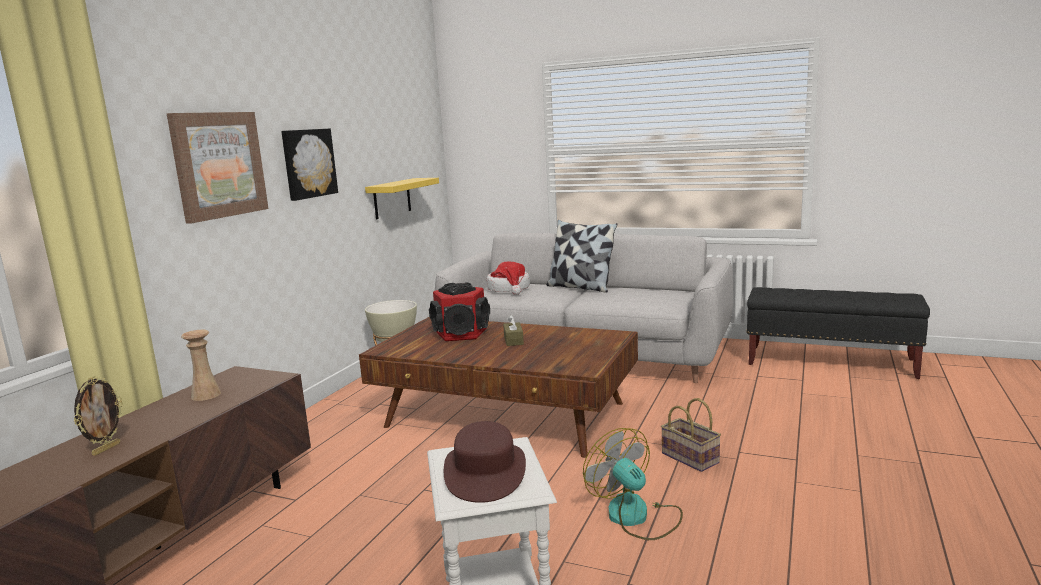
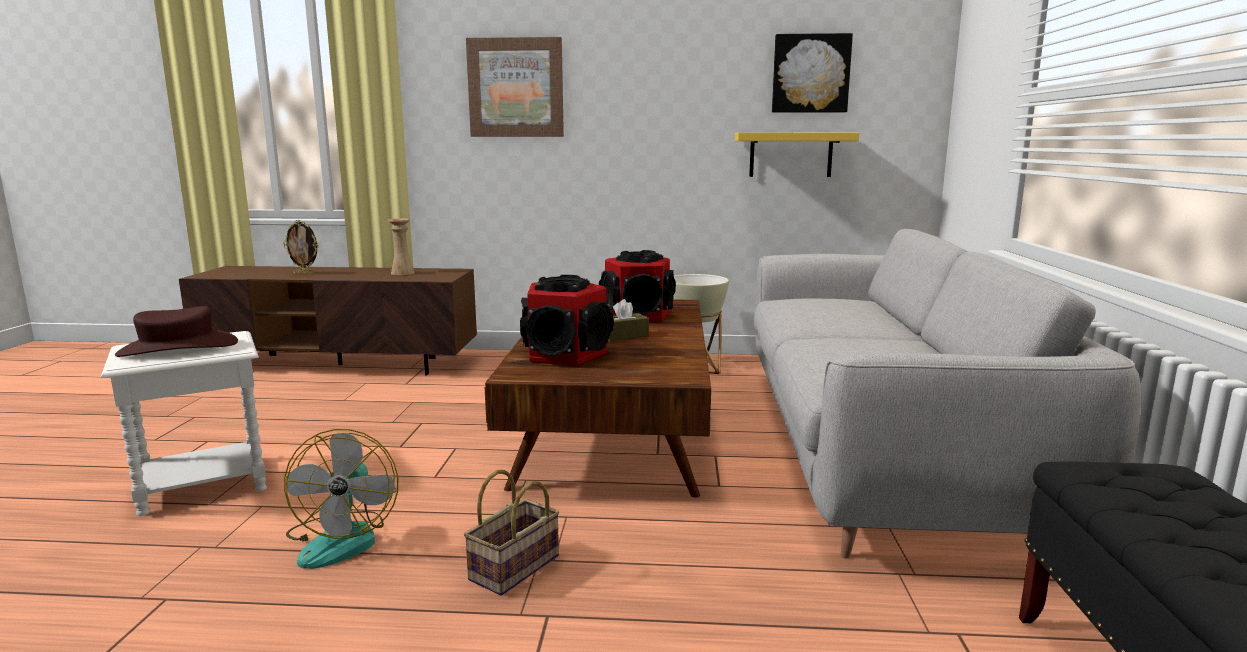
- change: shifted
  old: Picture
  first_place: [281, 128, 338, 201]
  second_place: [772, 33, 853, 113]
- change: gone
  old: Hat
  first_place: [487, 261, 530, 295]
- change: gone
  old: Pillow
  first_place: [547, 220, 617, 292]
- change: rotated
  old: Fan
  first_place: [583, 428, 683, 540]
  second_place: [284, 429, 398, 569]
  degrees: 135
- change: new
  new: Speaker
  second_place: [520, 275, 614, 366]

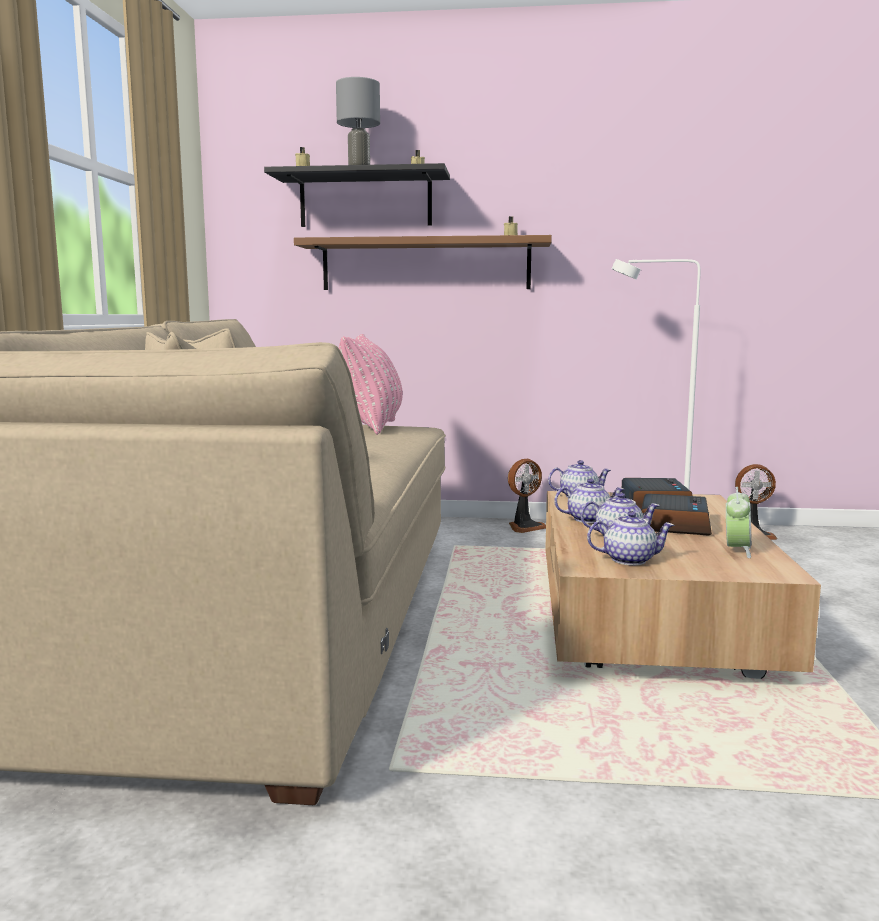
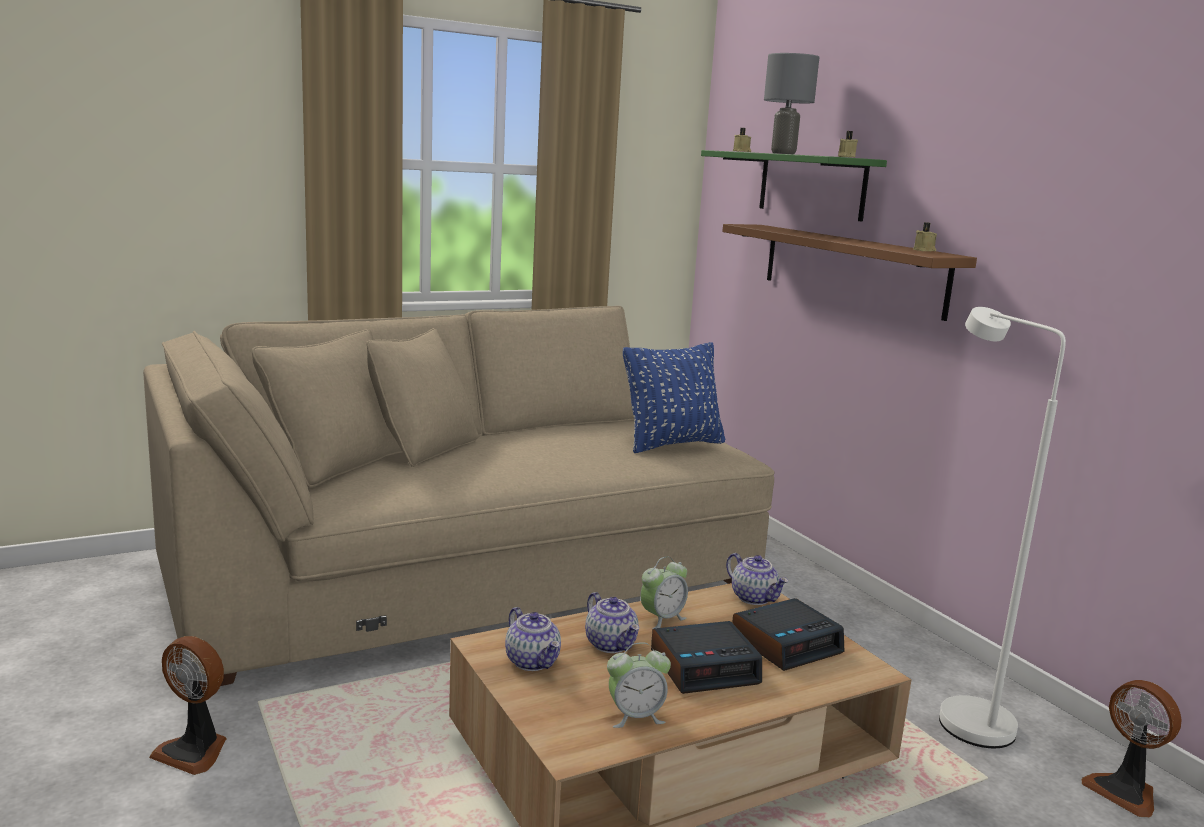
- change: repainted
  old: BlackShelf
  new: GreenShelf
  first_place: [264, 163, 450, 227]
  second_place: [701, 150, 887, 222]
- change: repainted
  old: PinkPillow
  new: BluePillow
  first_place: [339, 334, 403, 435]
  second_place: [623, 342, 725, 453]
- change: shifted
  old: Fan
  first_place: [508, 459, 546, 533]
  second_place: [149, 636, 227, 775]
- change: swapped
  old: Teapot
  new: AlarmClock
  first_place: [554, 478, 625, 523]
  second_place: [640, 556, 688, 629]

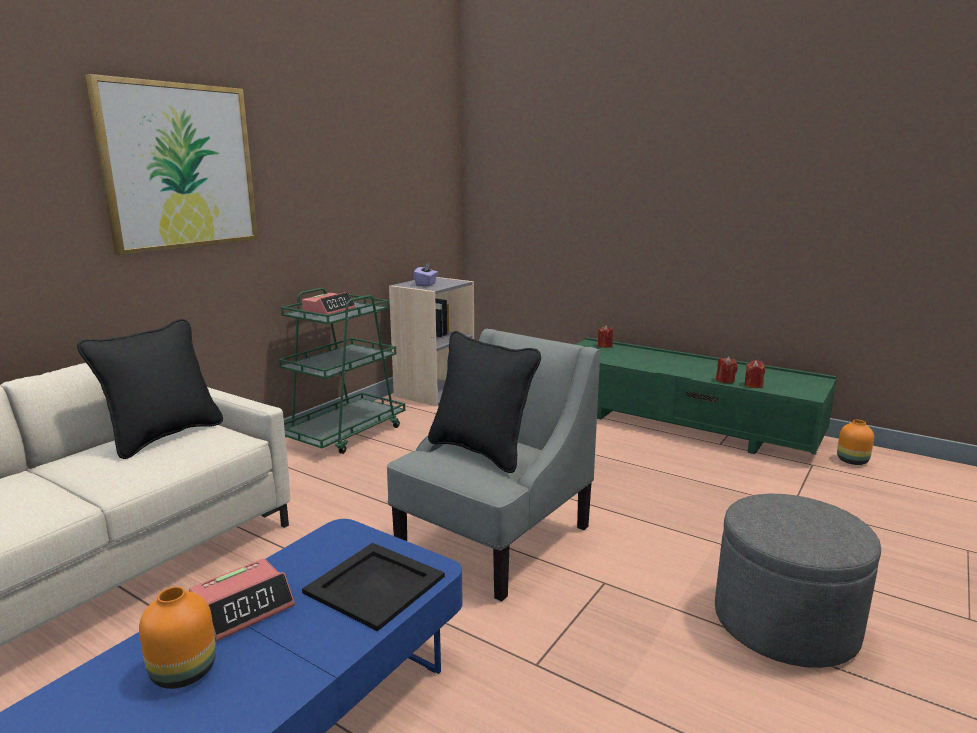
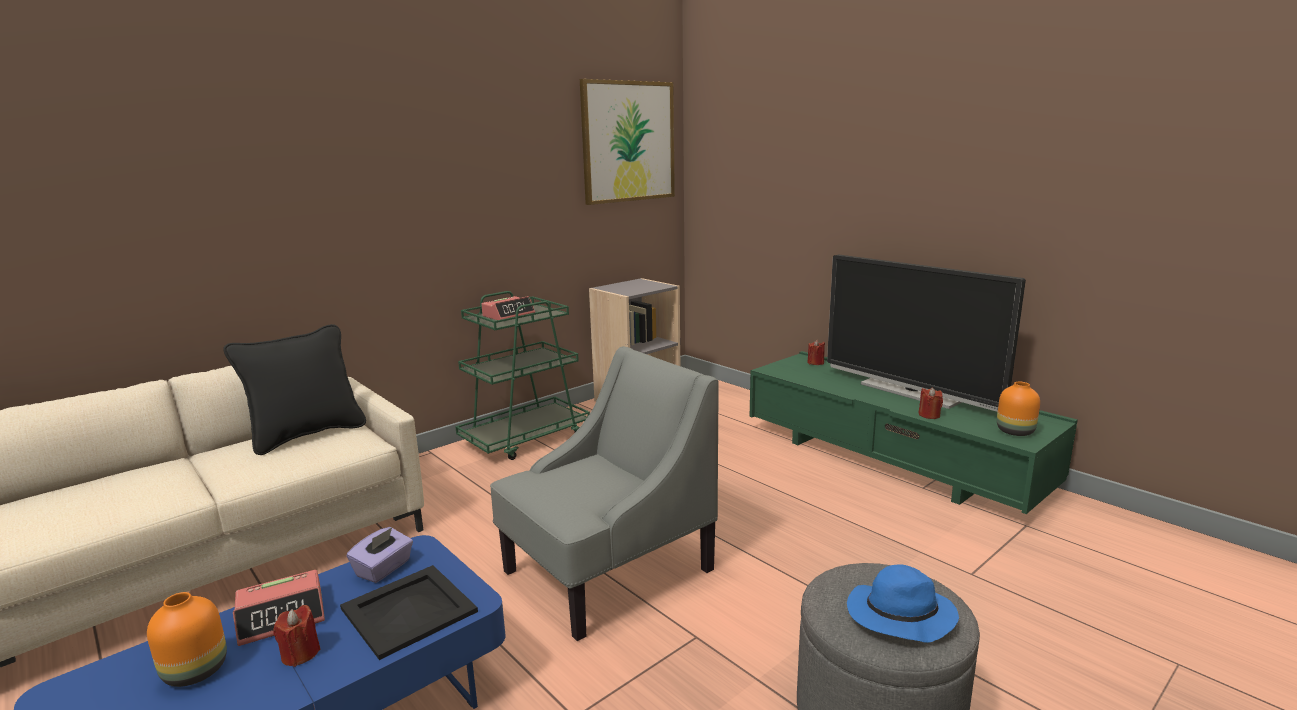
- change: shifted
  old: Picture
  first_place: [85, 74, 258, 255]
  second_place: [580, 79, 675, 205]
- change: shifted
  old: PurpleTissueBox
  first_place: [414, 262, 438, 286]
  second_place: [347, 527, 413, 583]
- change: gone
  old: BlackPillow
  first_place: [428, 331, 541, 473]
- change: shifted
  old: RedCandle
  first_place: [744, 360, 766, 388]
  second_place: [273, 605, 321, 667]
- change: shifted
  old: OrangeVase
  first_place: [837, 420, 874, 465]
  second_place: [997, 382, 1040, 436]
- change: new
  new: Television
  second_place: [827, 255, 1026, 412]
- change: new
  new: BlueHat
  second_place: [847, 564, 959, 643]

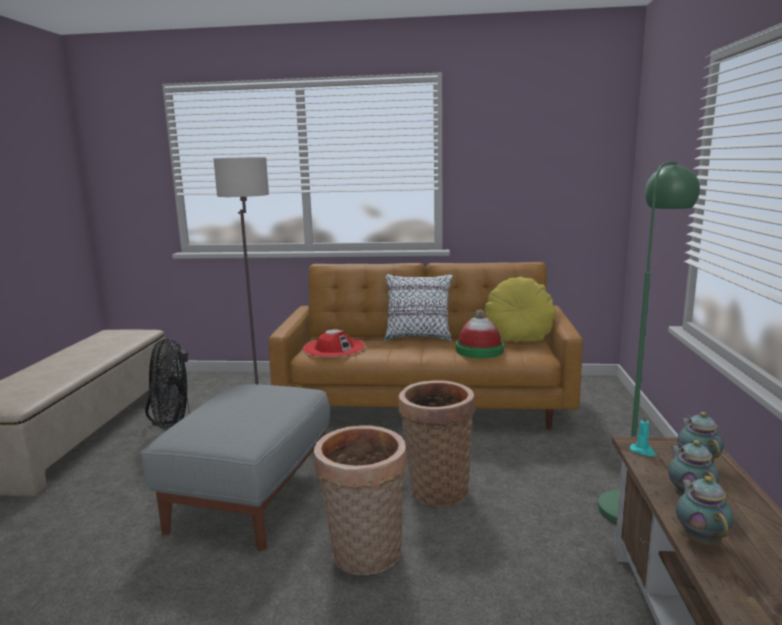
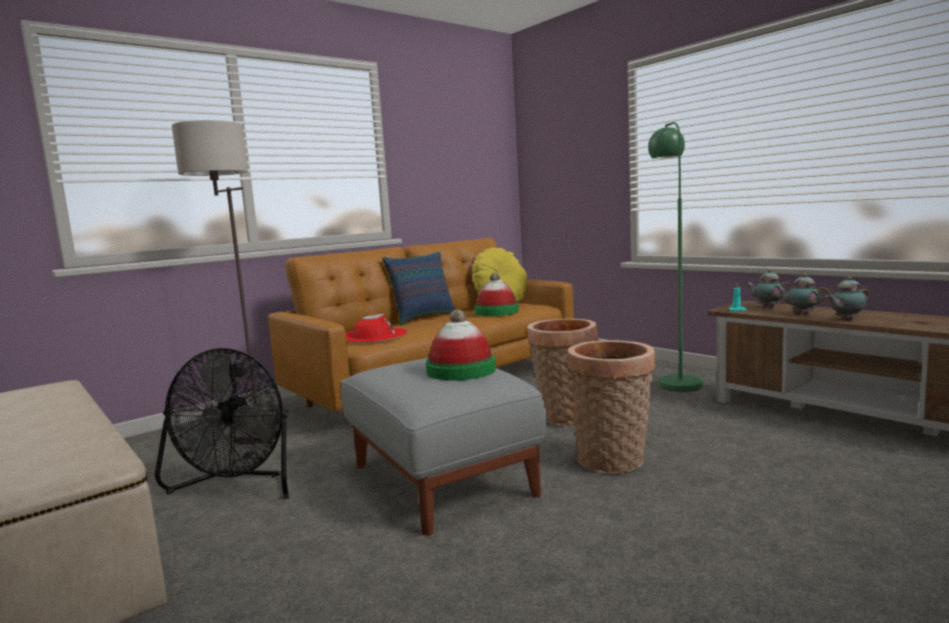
- change: repainted
  old: WhitePillow
  new: BluePillow
  first_place: [384, 274, 452, 341]
  second_place: [382, 252, 456, 325]
- change: rotated
  old: Teapot
  first_place: [676, 476, 733, 545]
  second_place: [826, 277, 869, 320]
  degrees: -60
- change: new
  new: Hat
  second_place: [426, 309, 496, 380]

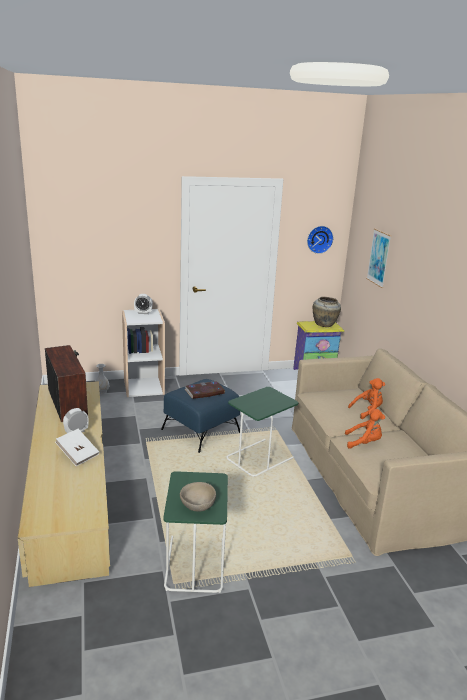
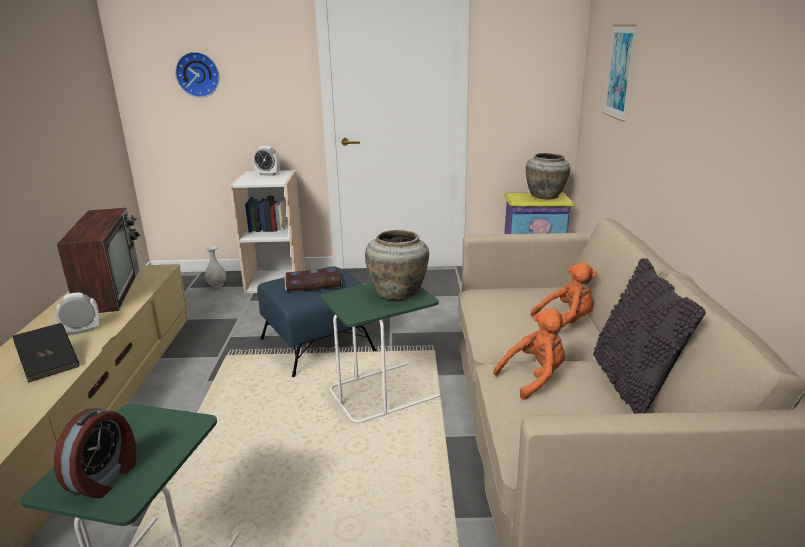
- change: repainted
  old: WhiteBook
  new: BlackBook
  first_place: [55, 429, 99, 466]
  second_place: [12, 323, 79, 383]
- change: swapped
  old: BeigeBowl
  new: AlarmClock
  first_place: [180, 482, 216, 511]
  second_place: [54, 408, 136, 498]
- change: shifted
  old: WallClock
  first_place: [307, 226, 333, 254]
  second_place: [175, 52, 219, 98]
- change: rotated
  old: OrangePlushToy
  first_place: [345, 409, 385, 449]
  second_place: [493, 308, 568, 400]
  degrees: -45
- change: new
  new: BeigeVase
  second_place: [365, 230, 429, 300]
- change: new
  new: BlackPillow
  second_place: [593, 258, 706, 414]

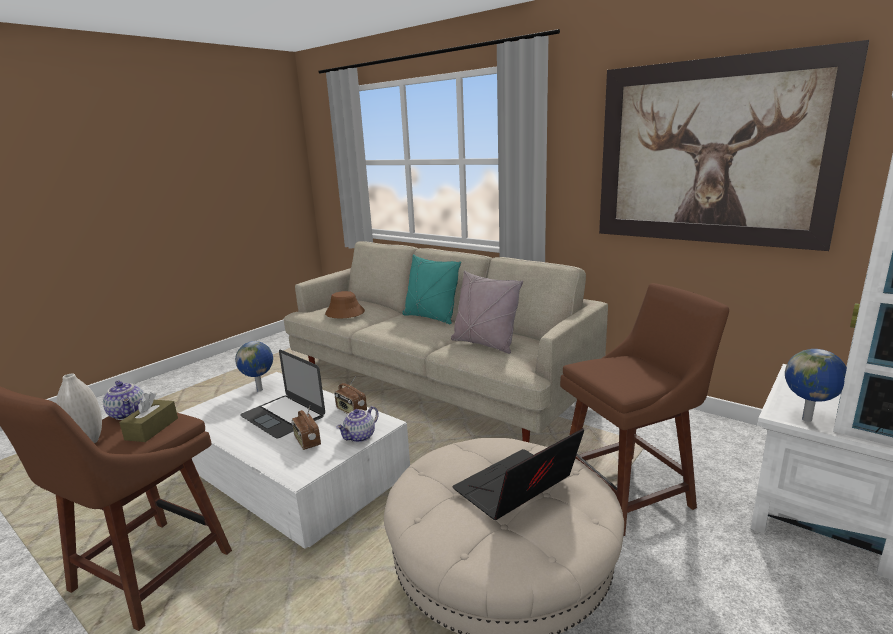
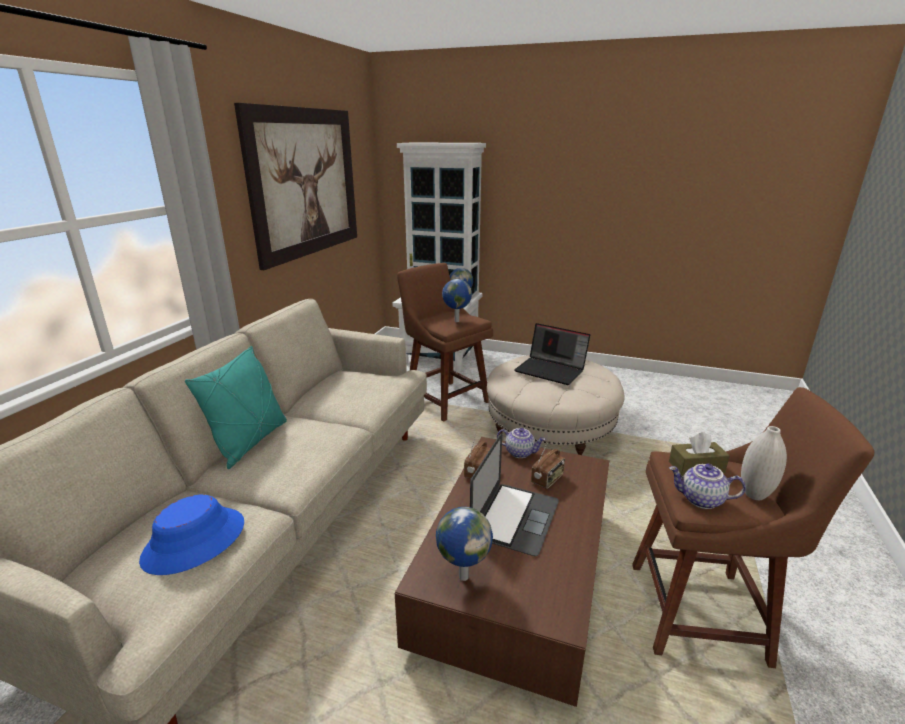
- change: rotated
  old: Teapot
  first_place: [103, 380, 144, 420]
  second_place: [669, 464, 746, 509]
  degrees: -105
- change: repainted
  old: WhiteCoffeeTable
  new: BrownCoffeeTable
  first_place: [179, 372, 410, 549]
  second_place: [395, 437, 610, 707]
- change: repainted
  old: BrownHat
  new: BlueHat
  first_place: [325, 291, 365, 318]
  second_place: [139, 495, 244, 575]
- change: gone
  old: PurplePillow
  first_place: [451, 270, 523, 354]
- change: new
  new: Globe
  second_place: [442, 279, 472, 322]

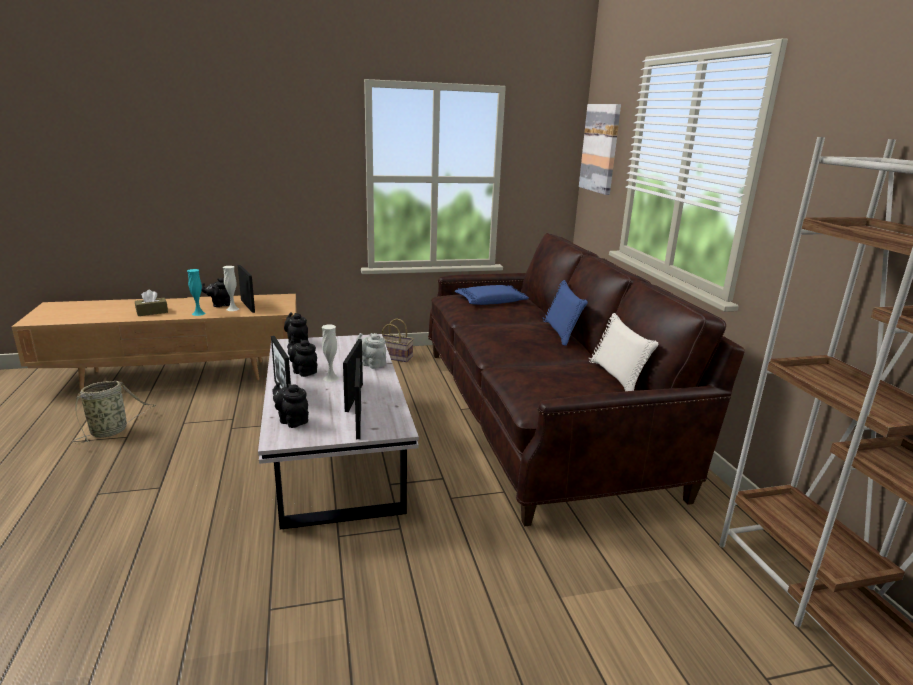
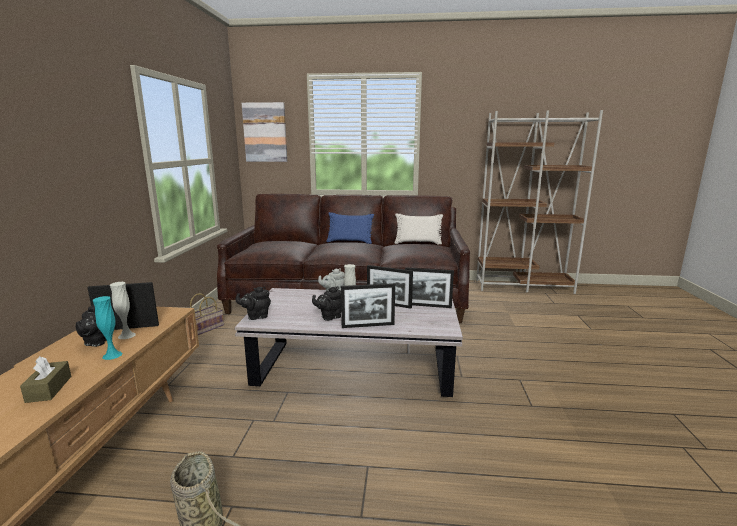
- change: gone
  old: BlackTeapot
  first_place: [272, 382, 309, 428]
- change: gone
  old: BluePillow
  first_place: [454, 285, 529, 305]

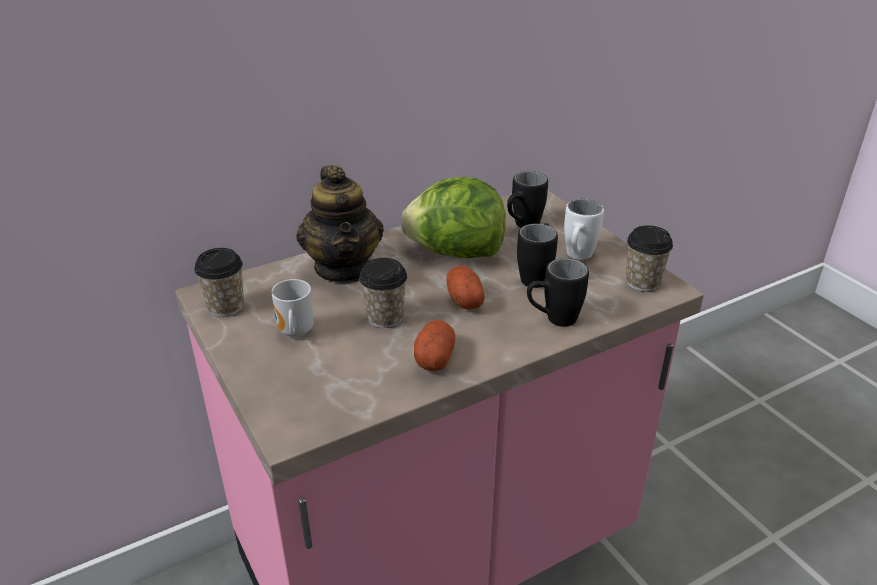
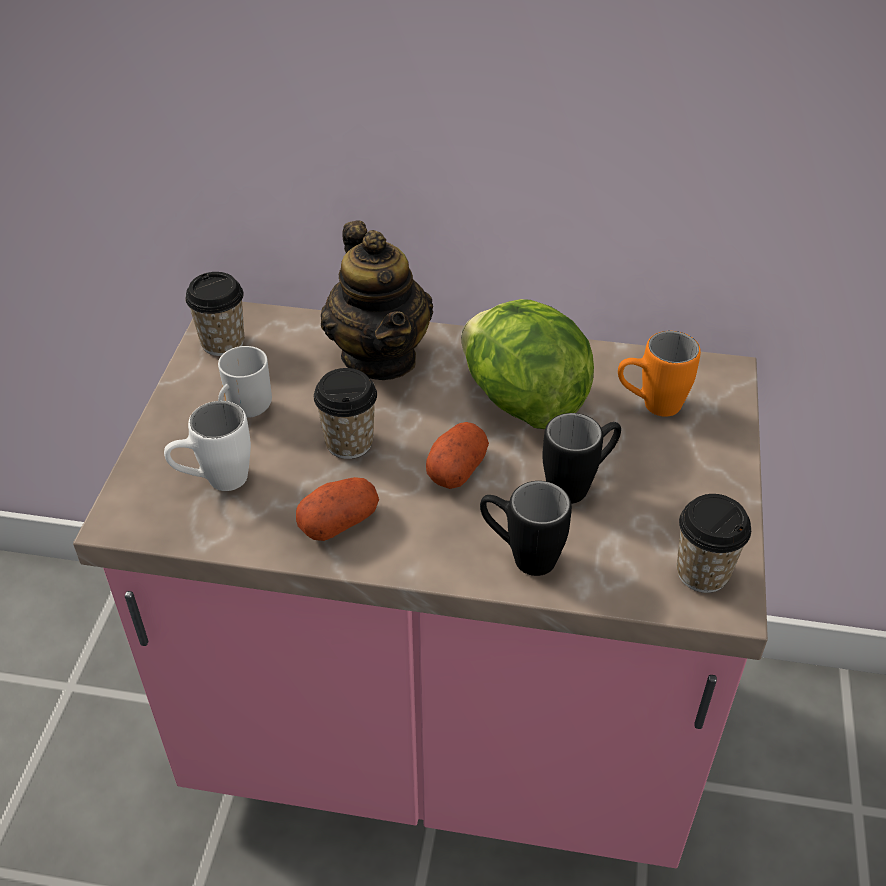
- change: rotated
  old: Teapot
  first_place: [296, 166, 384, 283]
  second_place: [321, 221, 433, 380]
  degrees: -45
- change: repainted
  old: BlackMug
  new: OrangeMug
  first_place: [507, 171, 548, 228]
  second_place: [618, 331, 701, 417]
- change: shifted
  old: WhiteMug
  first_place: [564, 199, 604, 260]
  second_place: [164, 401, 251, 491]

